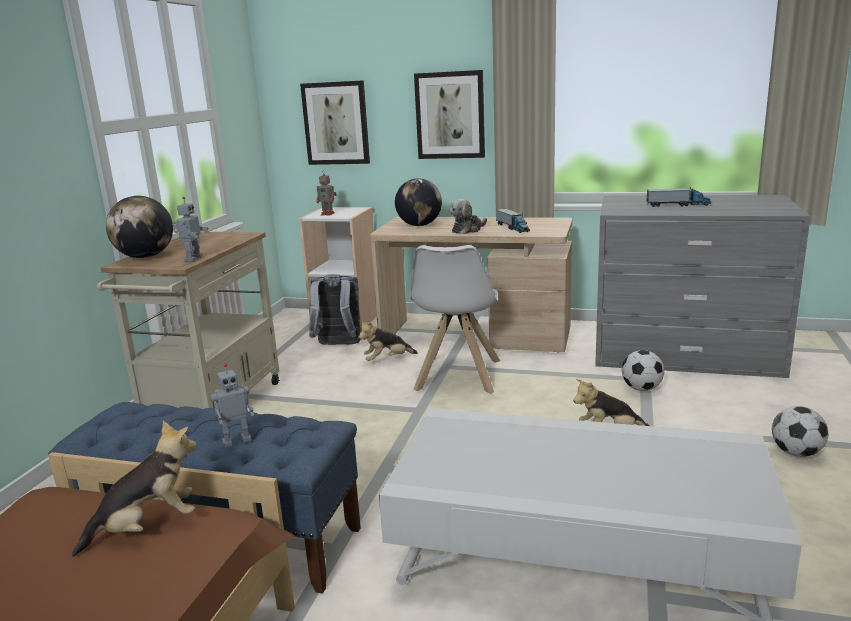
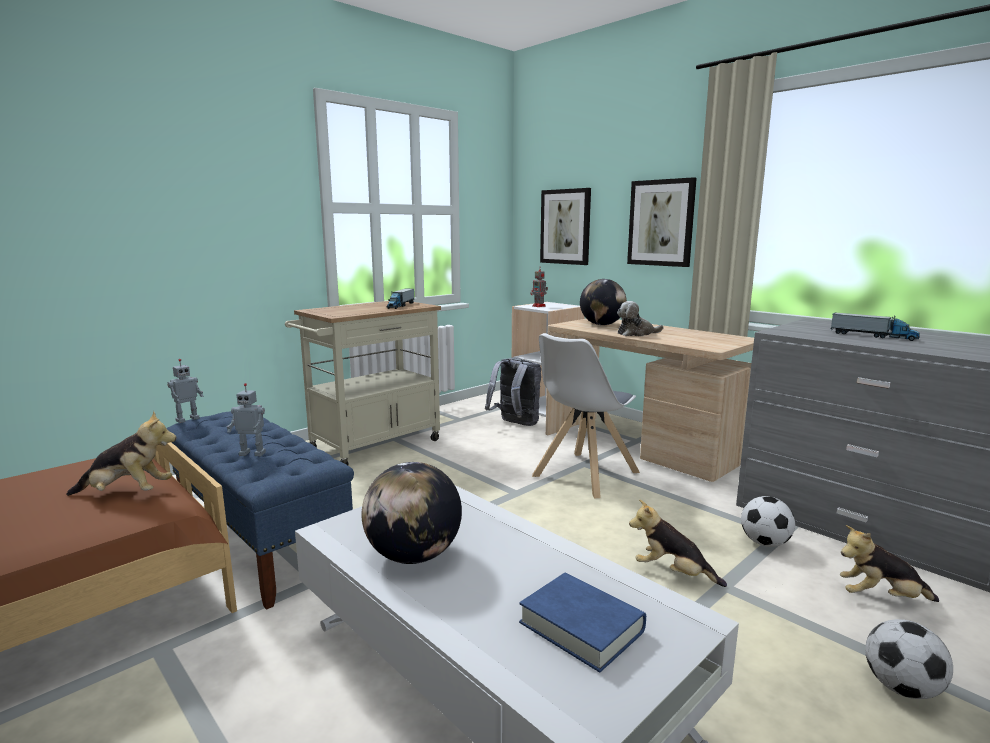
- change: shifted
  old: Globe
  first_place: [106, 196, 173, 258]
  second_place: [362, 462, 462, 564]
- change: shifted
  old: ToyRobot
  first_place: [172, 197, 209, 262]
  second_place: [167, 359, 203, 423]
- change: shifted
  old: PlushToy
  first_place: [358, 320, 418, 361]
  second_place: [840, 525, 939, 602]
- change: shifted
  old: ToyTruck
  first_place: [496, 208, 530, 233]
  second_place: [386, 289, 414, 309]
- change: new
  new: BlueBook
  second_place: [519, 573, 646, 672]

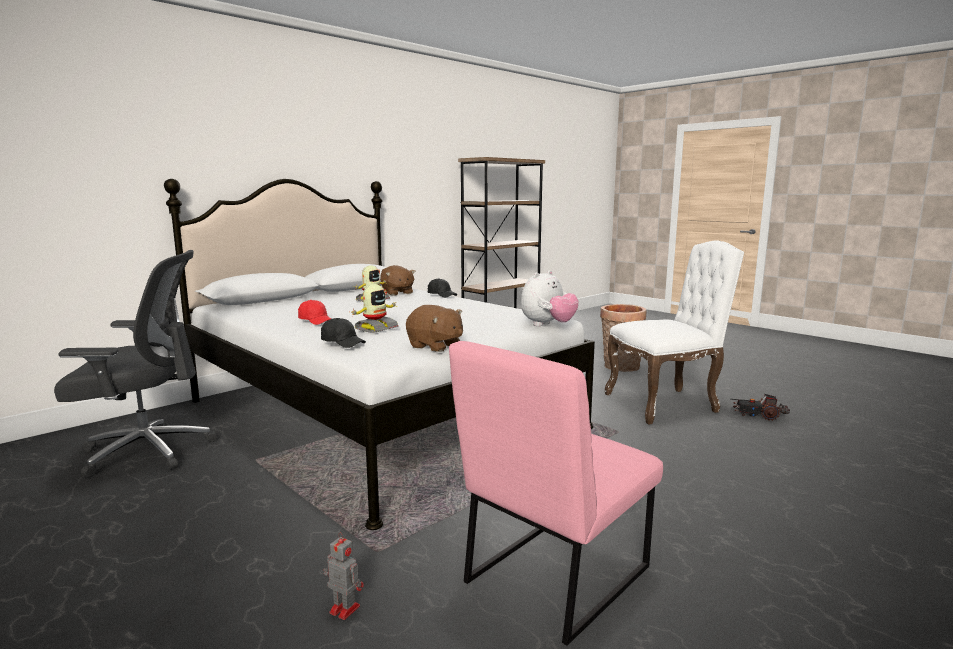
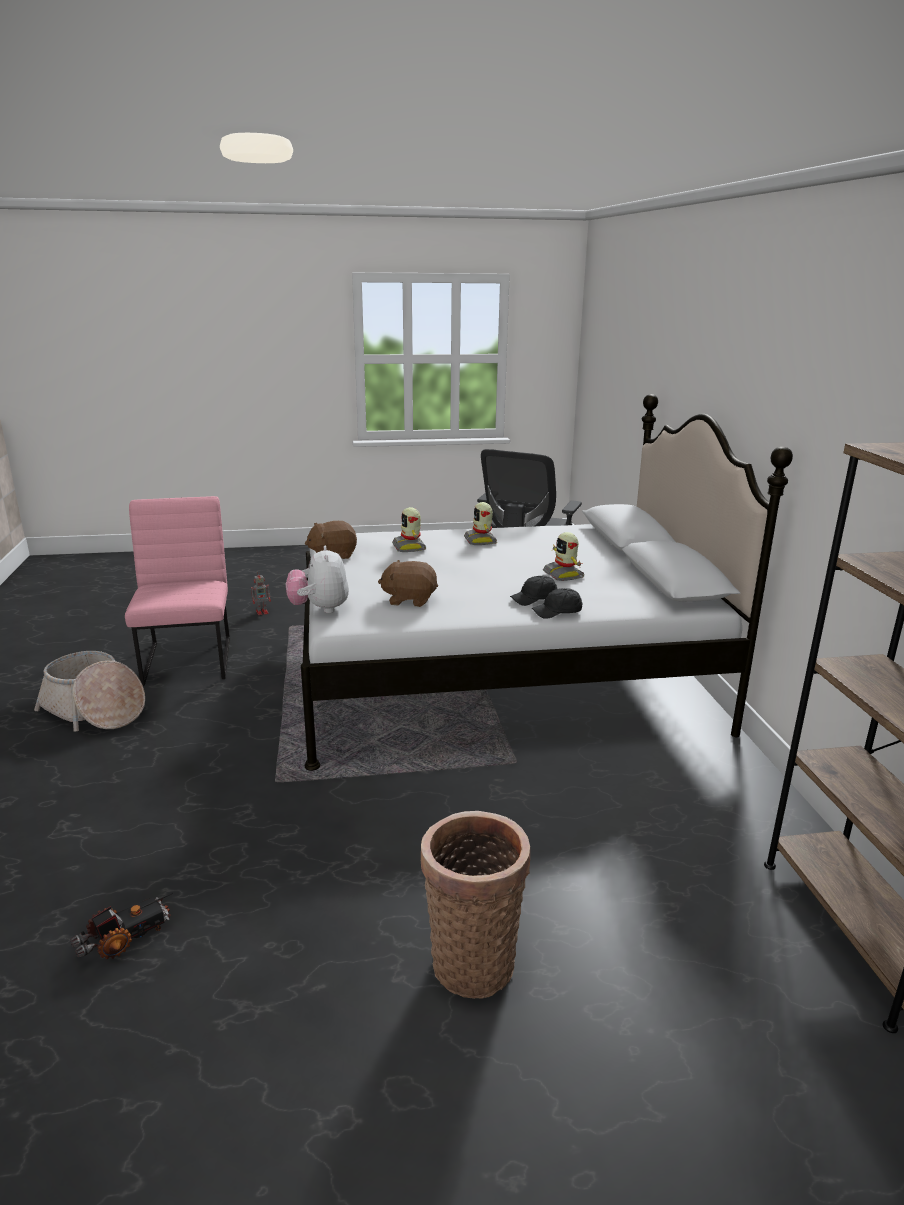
- change: swapped
  old: RedCap
  new: ToyRobot
  first_place: [298, 300, 331, 325]
  second_place: [464, 502, 497, 545]
- change: shifted
  old: BlackCap
  first_place: [321, 318, 366, 348]
  second_place: [510, 576, 558, 606]
- change: shifted
  old: BrownPlushToy
  first_place: [380, 265, 416, 296]
  second_place: [378, 560, 438, 607]
- change: gone
  old: WhiteChair
  first_place: [605, 240, 744, 424]
- change: new
  new: Basket
  second_place: [34, 651, 145, 732]

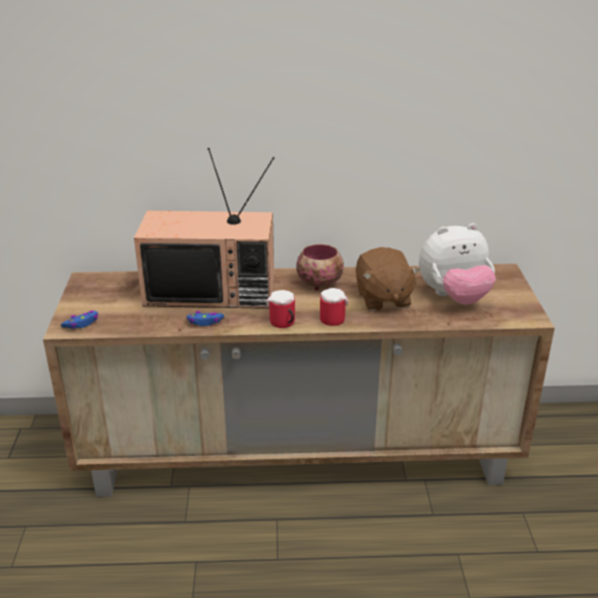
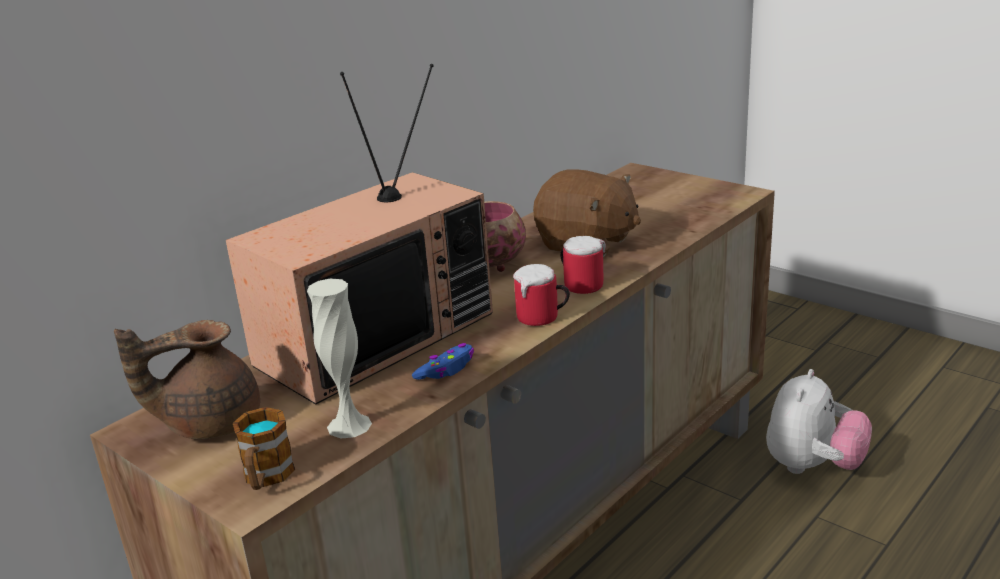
- change: swapped
  old: BlueGameController
  new: Mug
  first_place: [61, 310, 98, 329]
  second_place: [233, 407, 295, 490]
- change: shifted
  old: PlushToy
  first_place: [419, 223, 496, 305]
  second_place: [766, 369, 872, 474]
- change: new
  new: BrownTeapot
  second_place: [114, 320, 260, 439]
- change: new
  new: WhiteVase
  second_place: [307, 278, 372, 438]

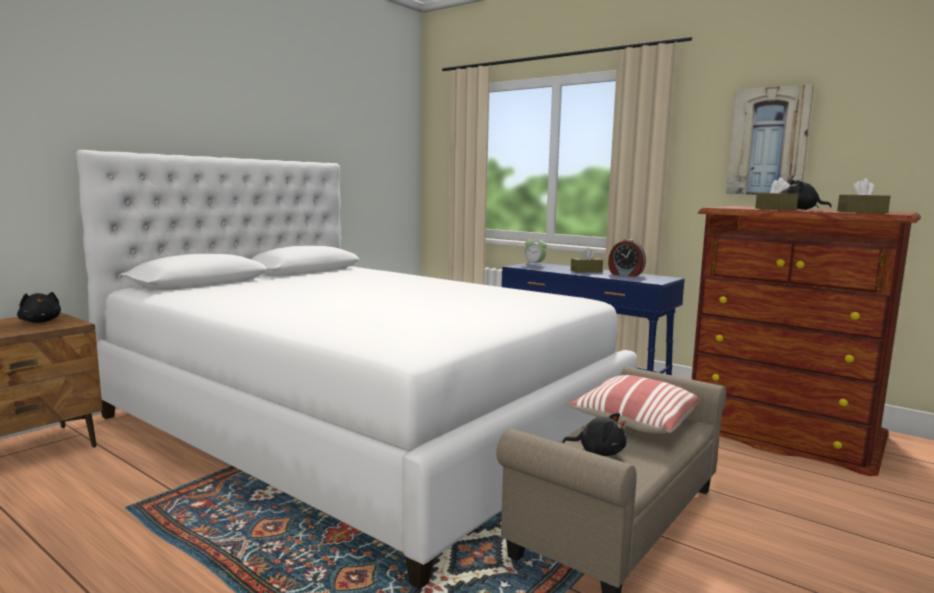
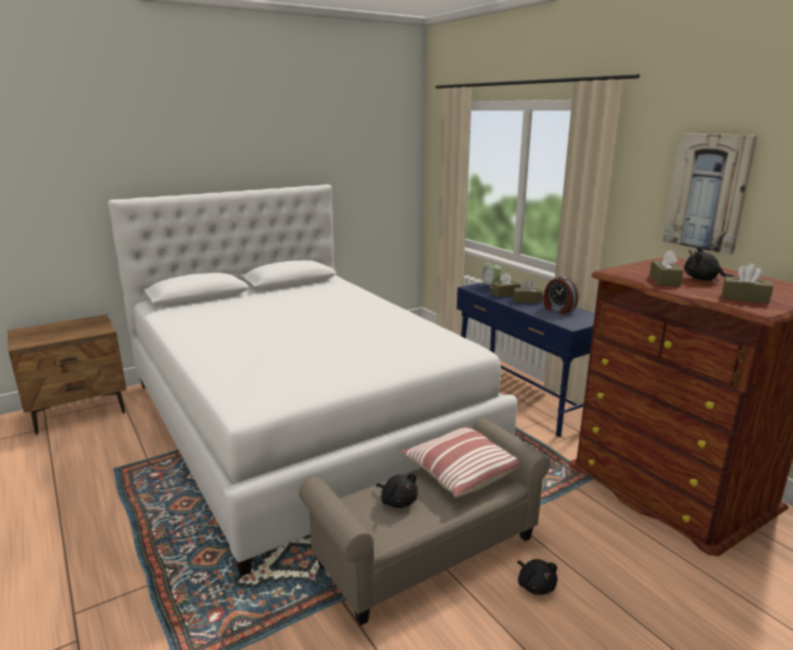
- change: shifted
  old: BlackPlushToy
  first_place: [17, 292, 61, 323]
  second_place: [517, 559, 558, 595]
- change: new
  new: BrownTissueBox
  second_place: [491, 273, 521, 297]

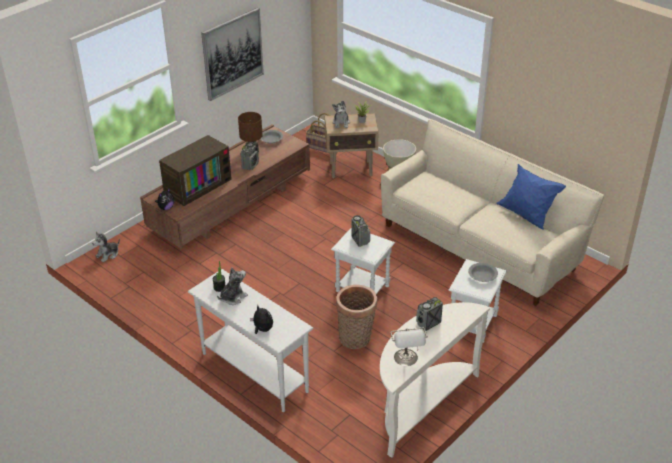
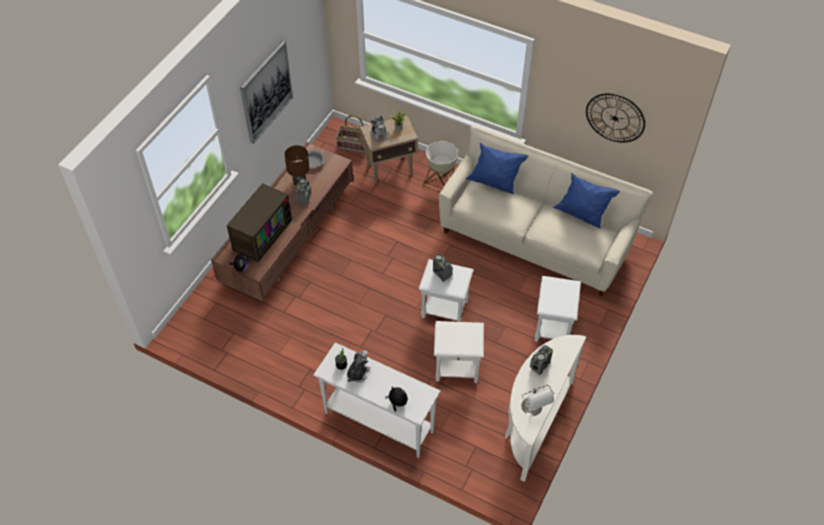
- change: gone
  old: PlushToy
  first_place: [92, 232, 120, 262]
- change: swapped
  old: Basket
  new: WhiteSideTable
  first_place: [336, 285, 377, 349]
  second_place: [434, 321, 484, 383]
- change: gone
  old: GreyBowl
  first_place: [468, 263, 498, 282]
- change: new
  new: BluePillow
  second_place: [465, 143, 528, 194]
- change: new
  new: WallClock
  second_place: [586, 93, 645, 143]

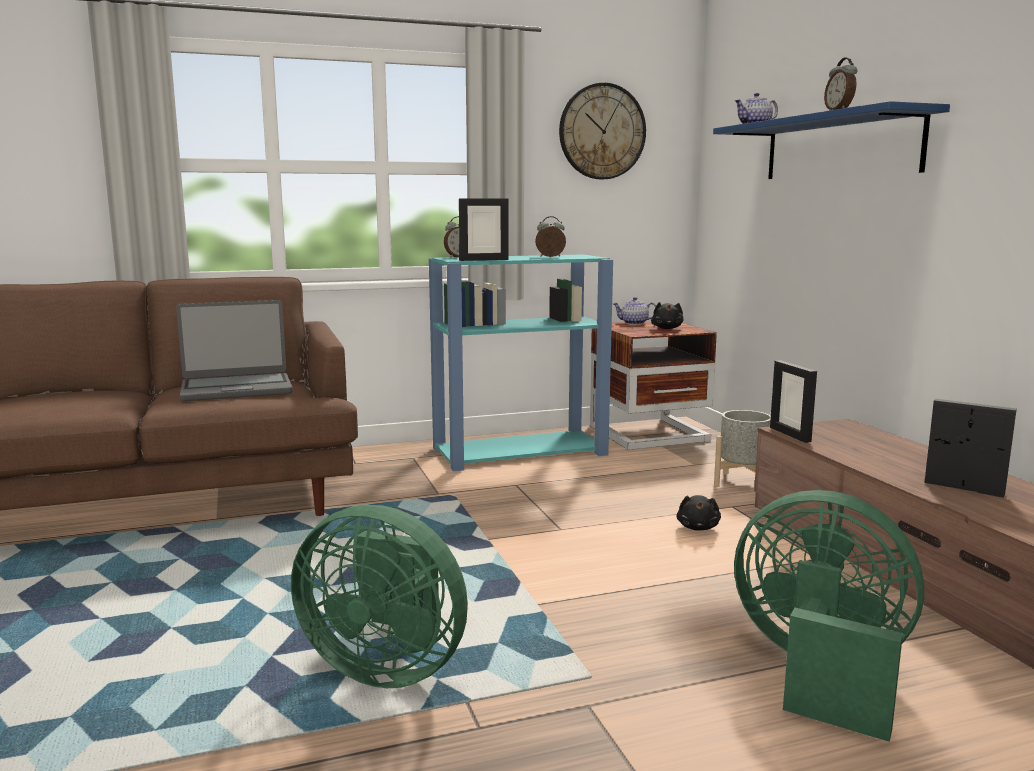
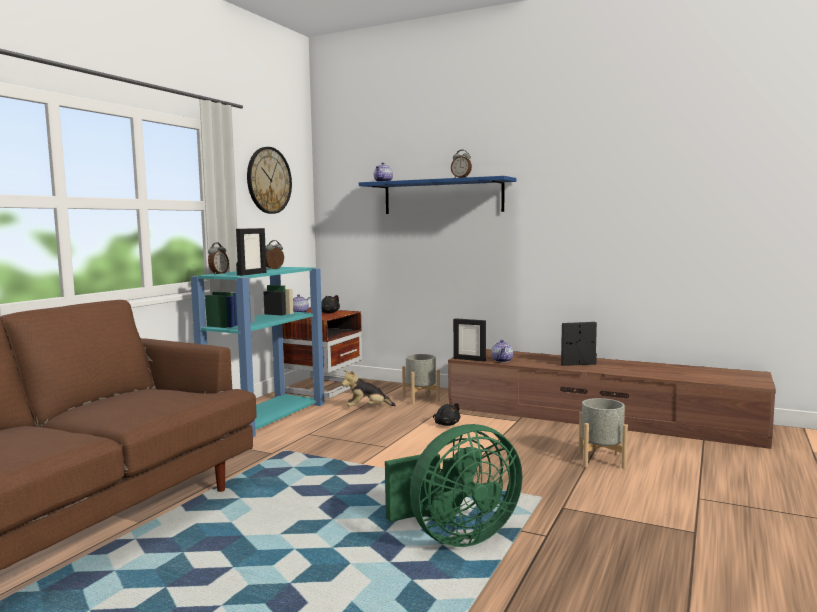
- change: gone
  old: Laptop
  first_place: [176, 300, 293, 401]
- change: swapped
  old: GreenFan
  new: GreyPlanter
  first_place: [734, 490, 924, 742]
  second_place: [578, 398, 628, 469]
- change: new
  new: PlushToy
  second_place: [342, 370, 396, 407]
- change: new
  new: Teapot
  second_place: [491, 340, 513, 363]

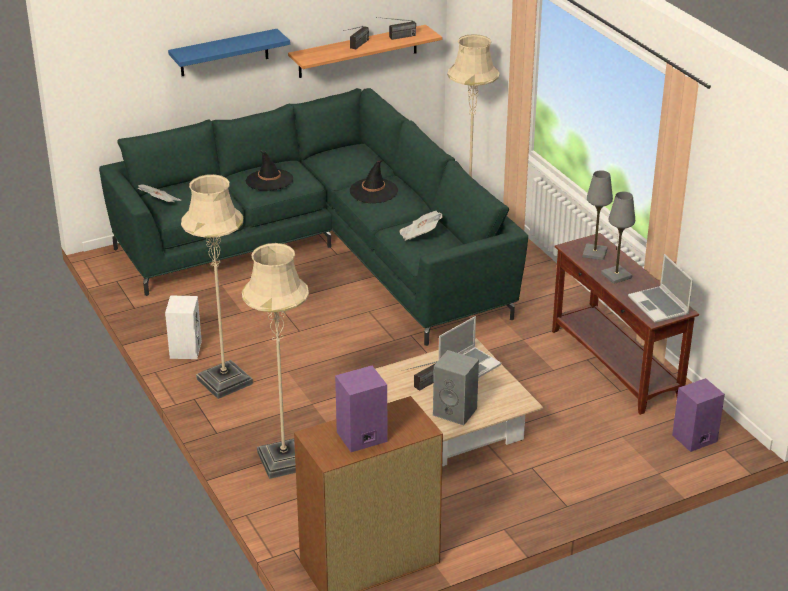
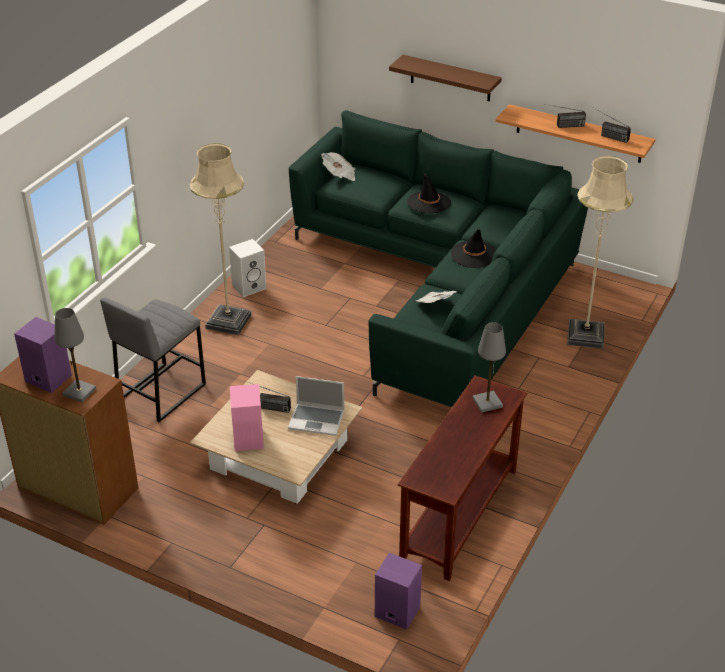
- change: repainted
  old: BlueShelf
  new: BrownShelf
  first_place: [168, 29, 290, 76]
  second_place: [389, 55, 502, 101]
- change: swapped
  old: BeigeFloorLamp
  new: GreyStool
  first_place: [242, 243, 309, 479]
  second_place: [100, 297, 206, 422]
- change: repainted
  old: GreySpeaker
  new: PinkSpeaker
  first_place: [433, 350, 479, 425]
  second_place: [230, 384, 264, 451]
- change: shifted
  old: GreyTableLamp
  first_place: [601, 192, 635, 284]
  second_place: [54, 308, 96, 403]
- change: gone
  old: Laptop
  first_place: [628, 254, 693, 323]

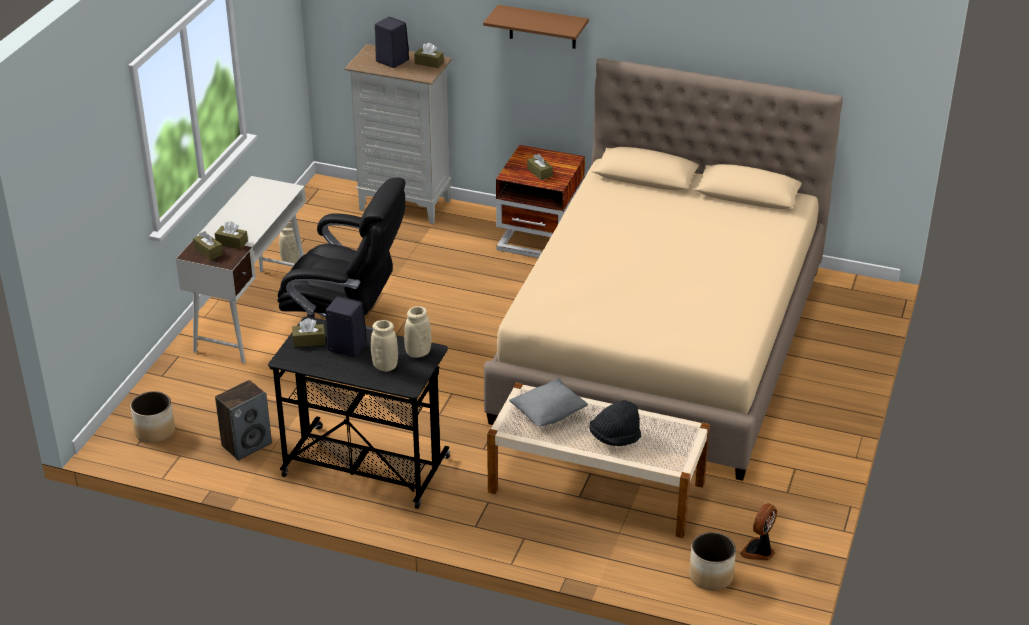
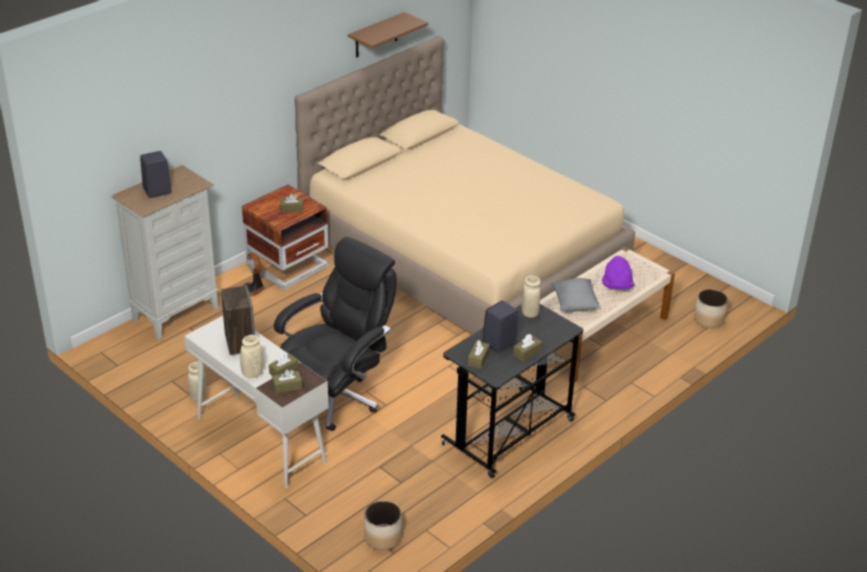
- change: shifted
  old: Speaker
  first_place: [215, 380, 272, 461]
  second_place: [221, 285, 255, 355]
- change: shifted
  old: BeigeVase
  first_place: [371, 320, 398, 372]
  second_place: [240, 335, 264, 378]
- change: shifted
  old: BrownTissueBox
  first_place: [414, 43, 444, 68]
  second_place: [513, 334, 542, 362]
- change: shifted
  old: BrownShelf
  first_place: [483, 5, 589, 49]
  second_place: [348, 12, 428, 57]
- change: repainted
  old: BlackHat
  new: PurpleHat
  first_place: [589, 400, 641, 446]
  second_place: [602, 256, 634, 289]
- change: shifted
  old: Fan
  first_place: [740, 503, 777, 560]
  second_place: [242, 252, 266, 296]

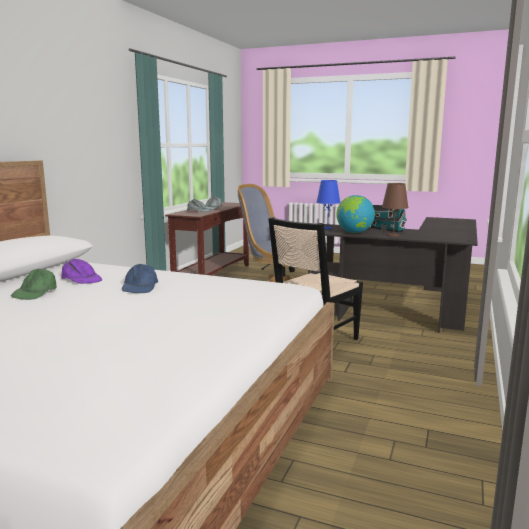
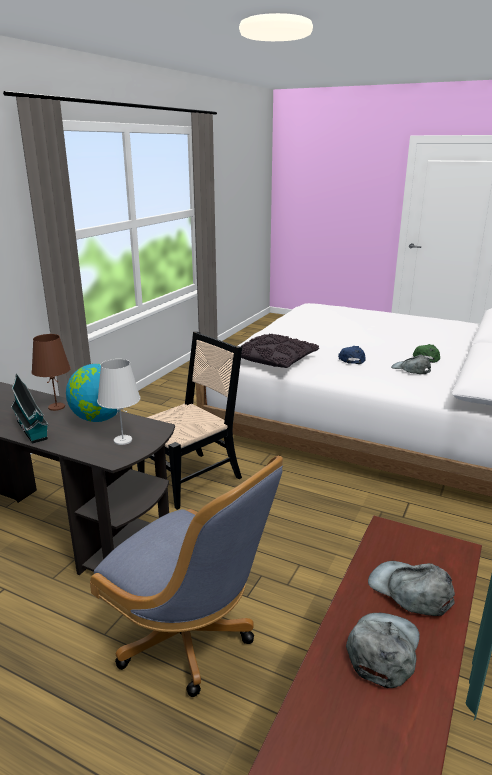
- change: repainted
  old: PurpleCap
  new: GreyCap
  first_place: [61, 259, 102, 284]
  second_place: [391, 355, 431, 374]
- change: repainted
  old: BlueTableLamp
  new: WhiteTableLamp
  first_place: [316, 180, 340, 229]
  second_place: [97, 359, 141, 445]
- change: new
  new: BlackPillow
  second_place: [241, 334, 319, 368]

